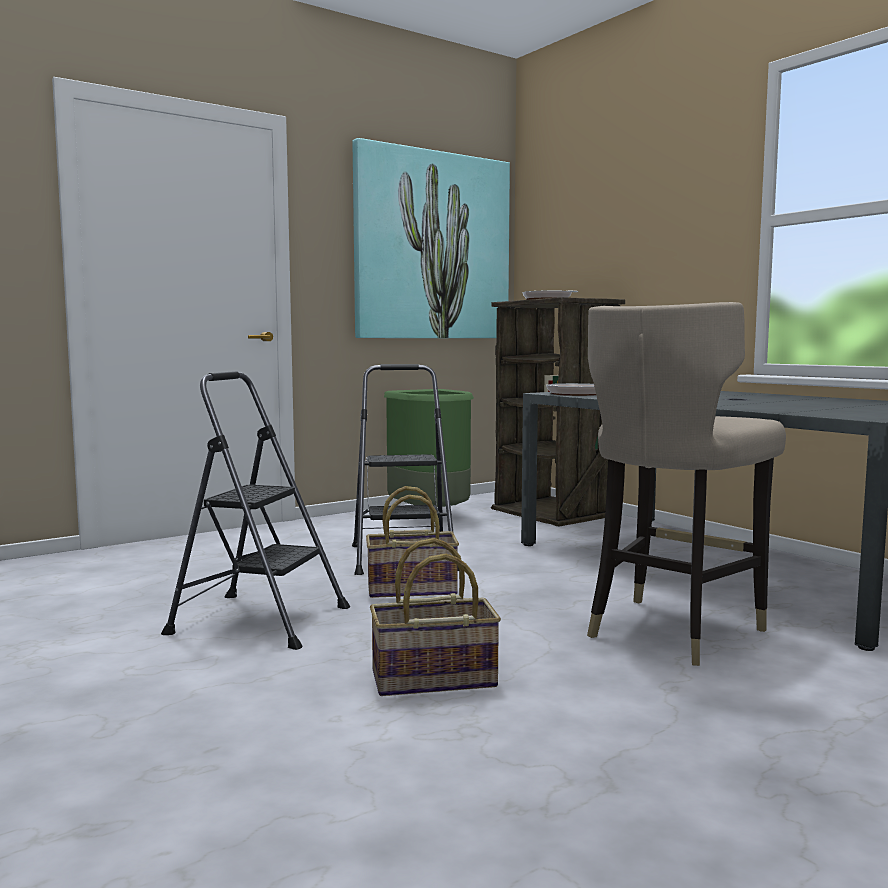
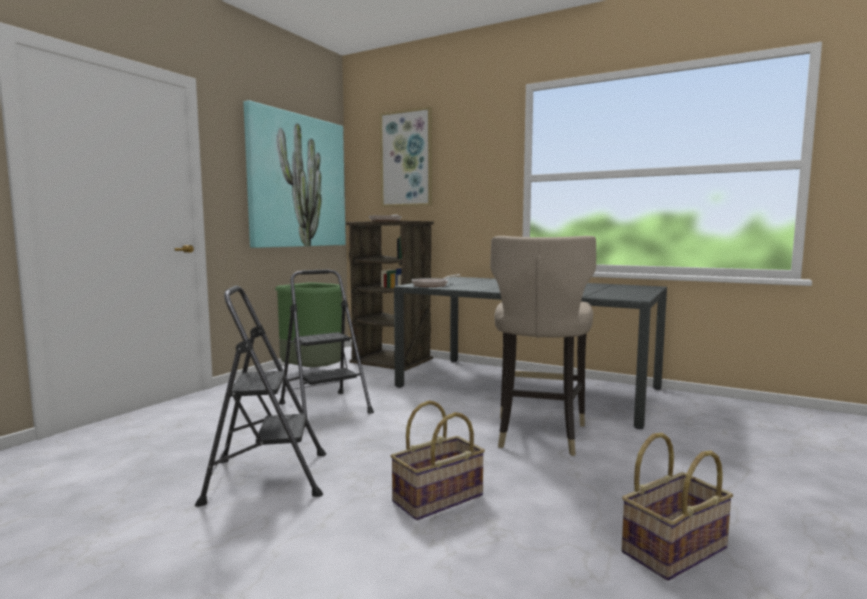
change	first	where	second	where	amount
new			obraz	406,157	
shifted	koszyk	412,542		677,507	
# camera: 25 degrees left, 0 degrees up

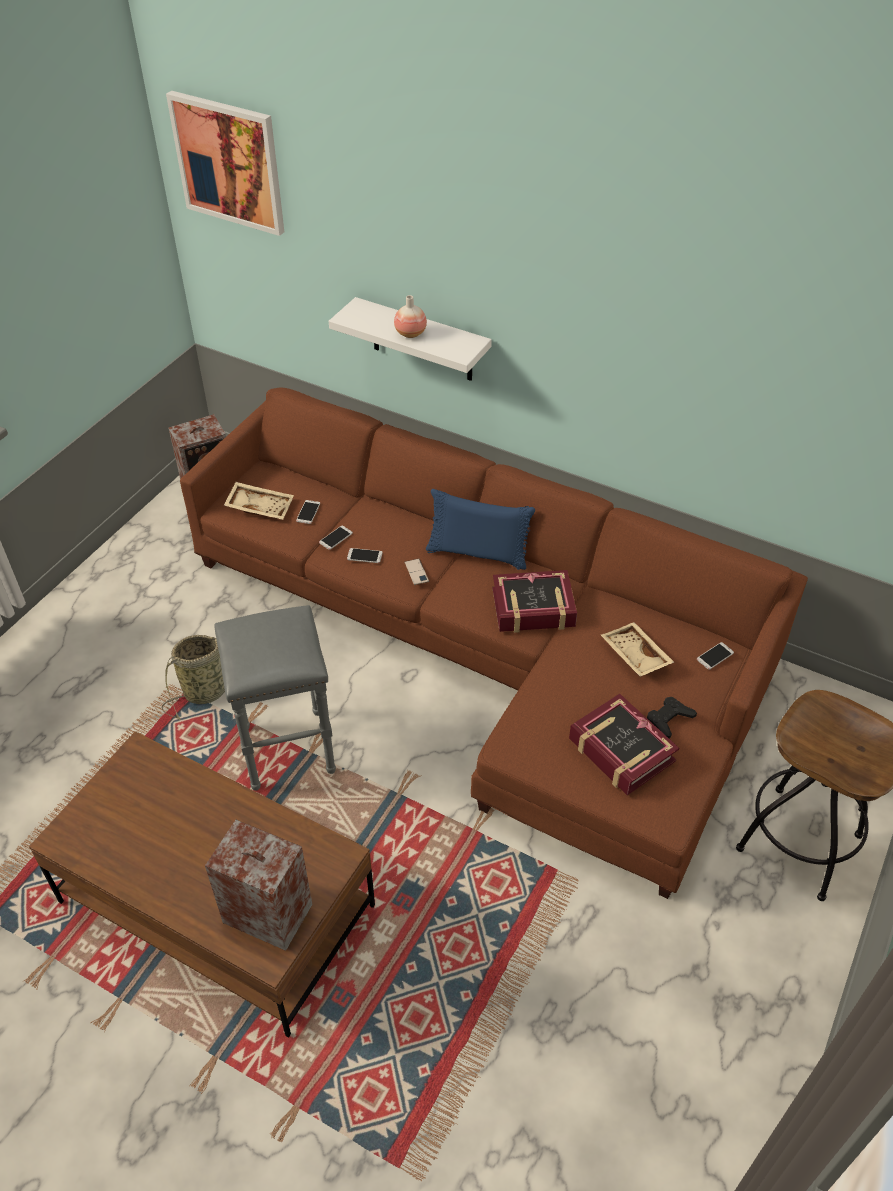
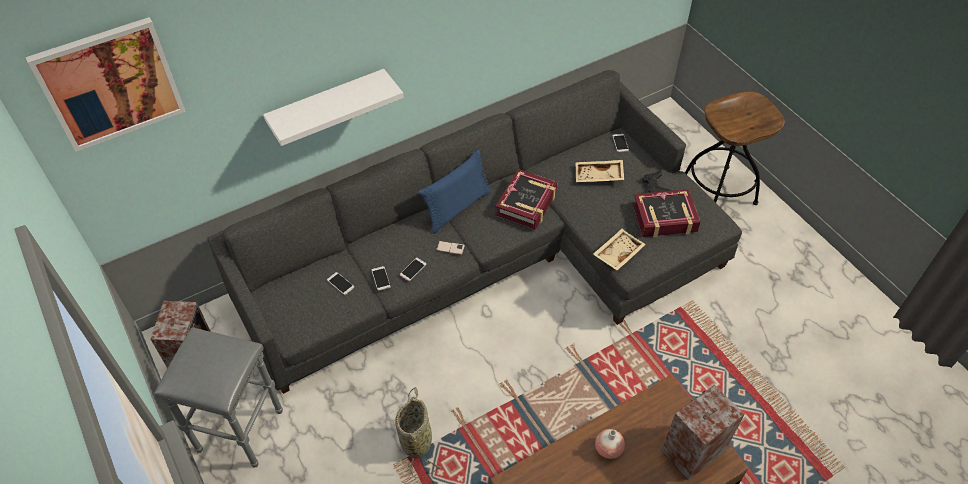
change	first	where	second	where	amount
shifted	stołek [szary]	275,698		218,397	
shifted	taca [beżowy]	259,501		619,249	
shifted	wazon	410,316		610,444	
repainted	kanapa [brązowy]	494,643	kanapa [szary]	474,232	
# camera: 60 degrees left, 5 degrees up

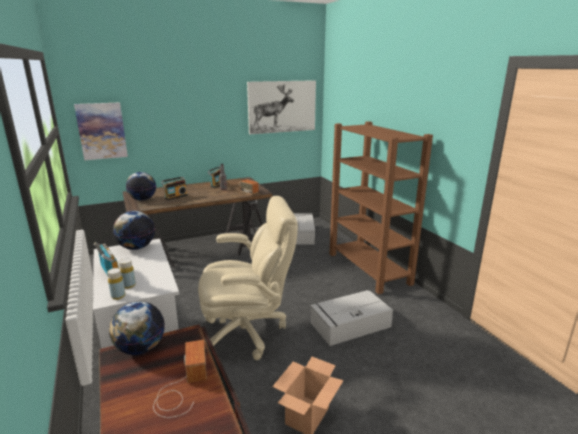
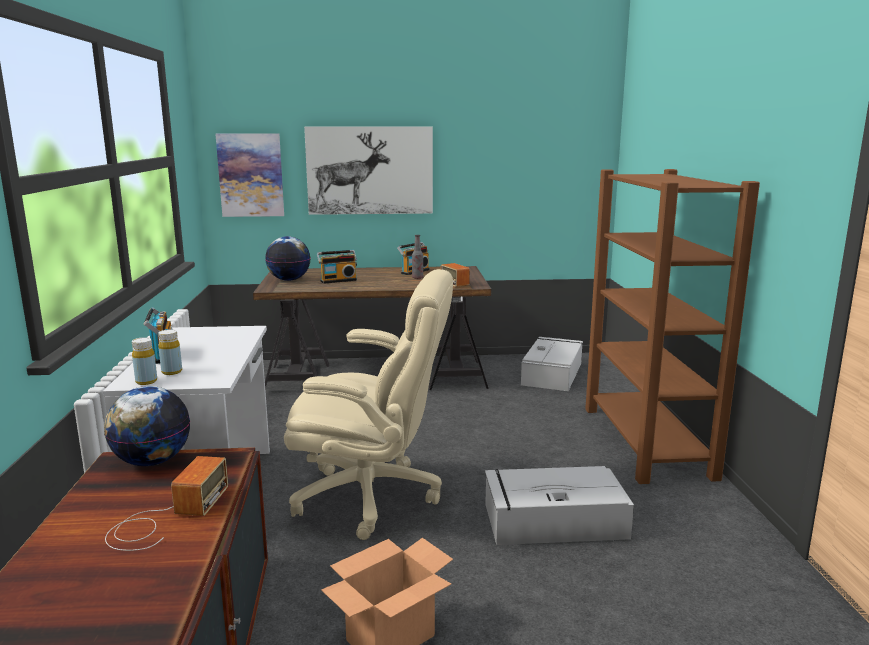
change	first	where	second	where	amount
gone	globus	134,230			
shifted	obraz	281,107		368,171	
# camera: 20 degrees right, 5 degrees down

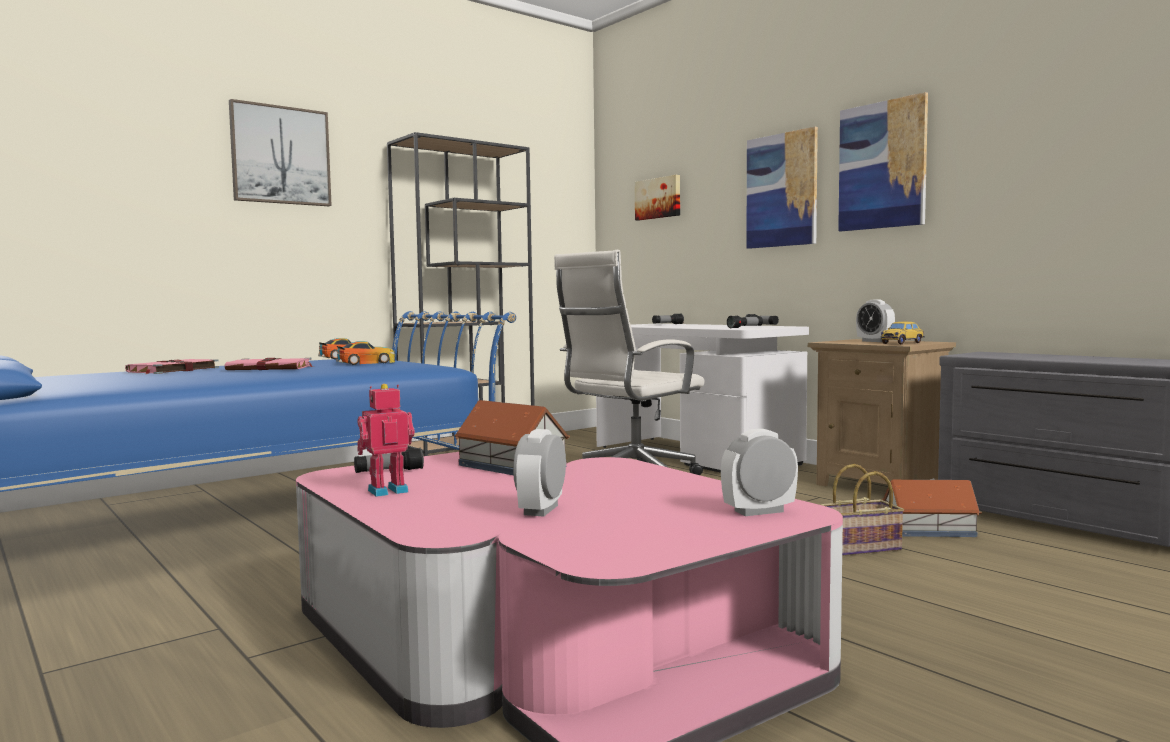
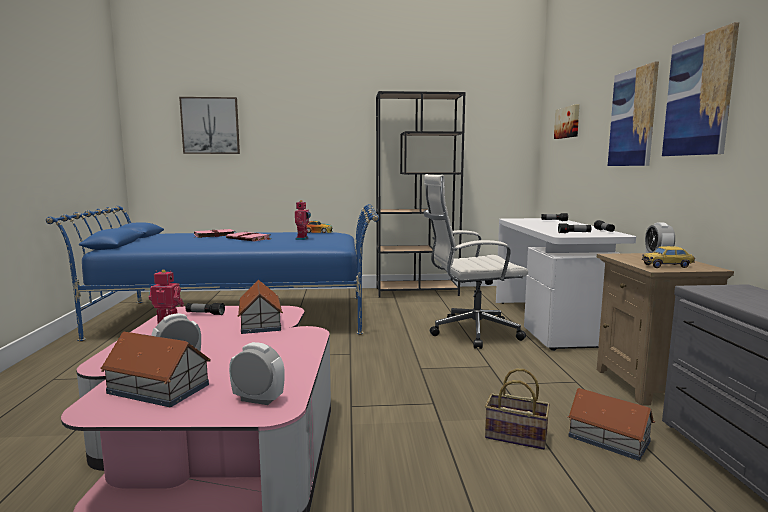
change	first	where	second	where	amount
new			domek	155,369	
shifted	obraz	280,152		209,125	
swapped	samochodzik	365,353	robot zabawkowy	303,220	
# camera: 35 degrees right, 5 degrees up

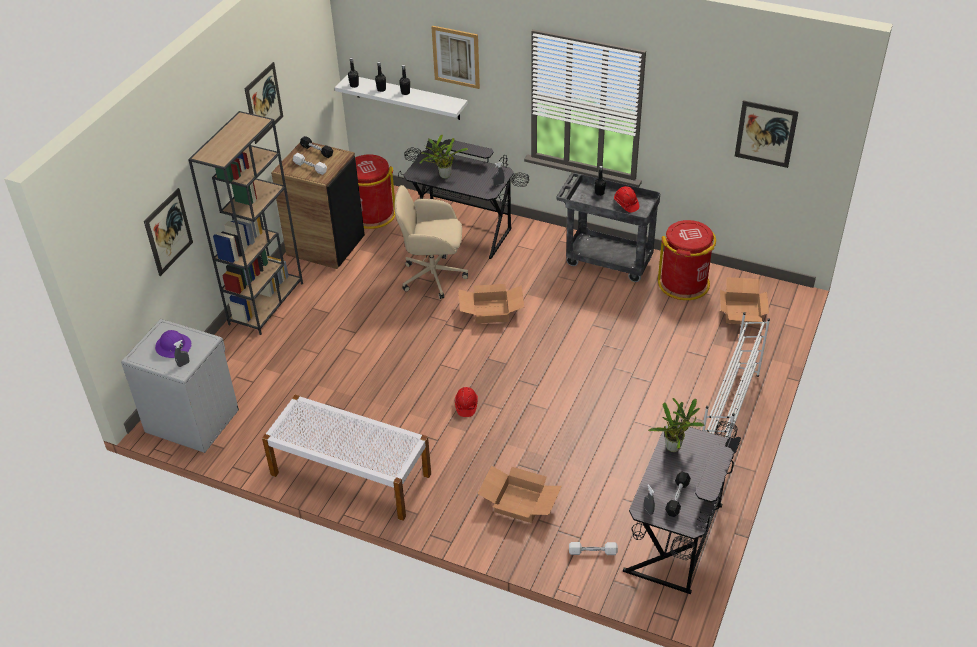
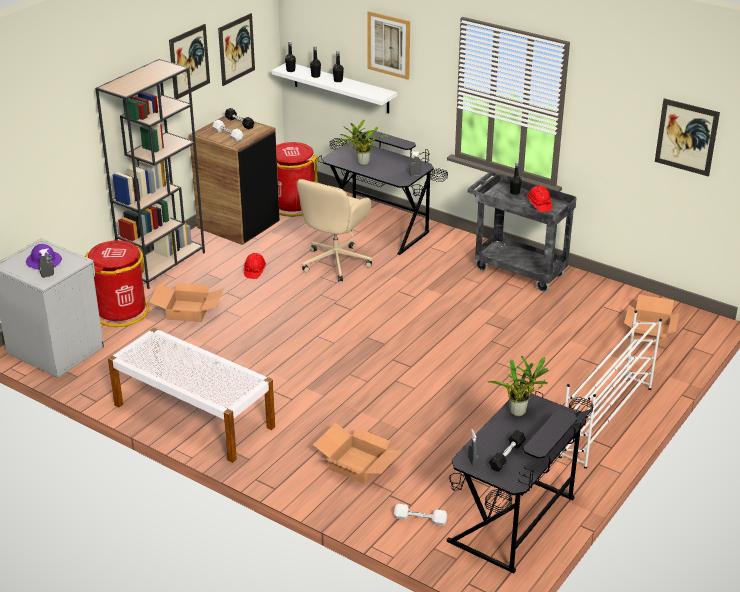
change	first	where	second	where	amount
shifted	obraz	168,232		236,49	
shifted	kask [czerwony]	466,402		255,266	
shifted	karton	491,304		186,302	
shifted	kosz na śmieci [czerwony]	687,260		117,283	
rotated	krzesło biurowe [beżowy]	431,242		334,230	75 degrees counterclockwise
# camera: 10 degrees right, 10 degrees down

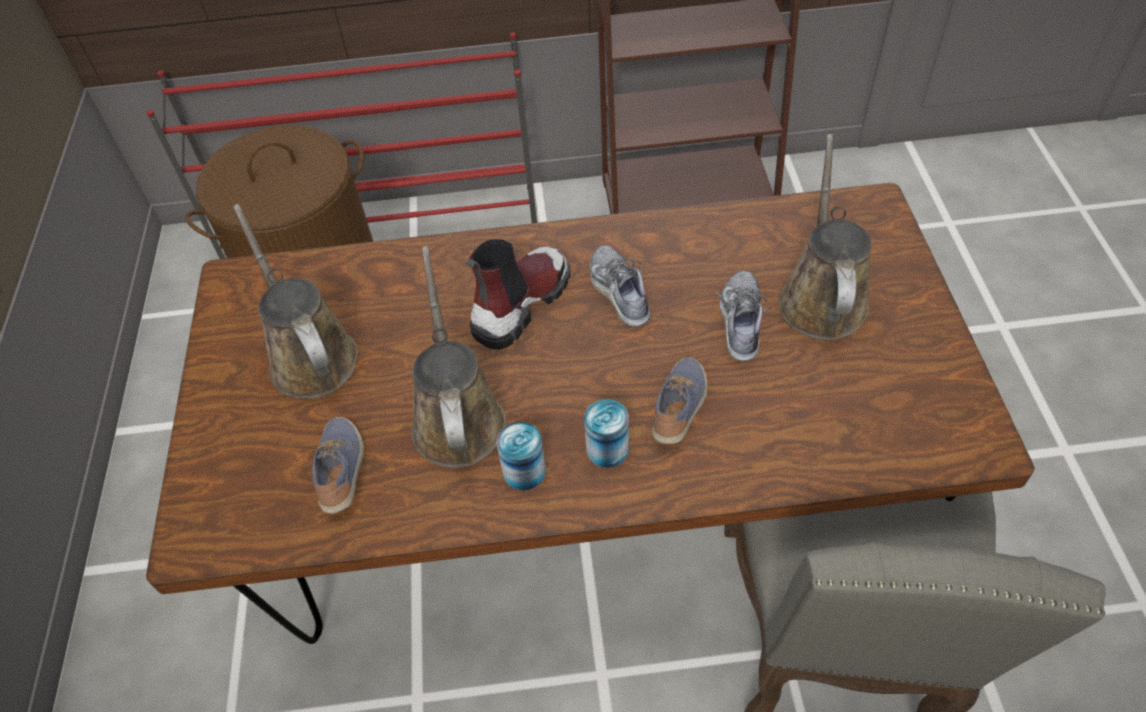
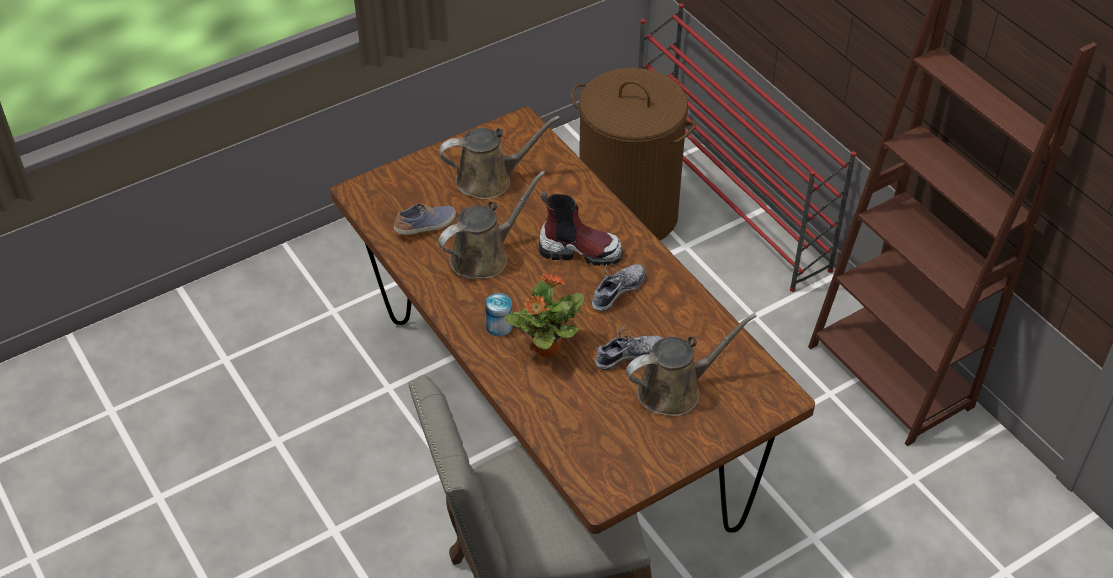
change	first	where	second	where	amount
gone	puszka	521,456			
swapped	but	679,401	roślina doniczkowa	544,315	
rotated	konewka [brązowy]	295,301		500,158	45 degrees clockwise
# camera: 60 degrees right, 5 degrees down

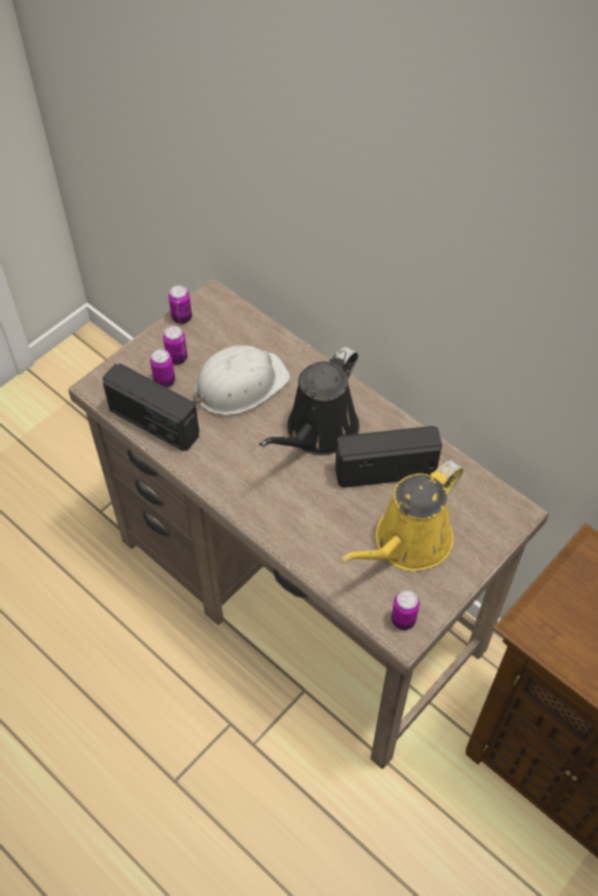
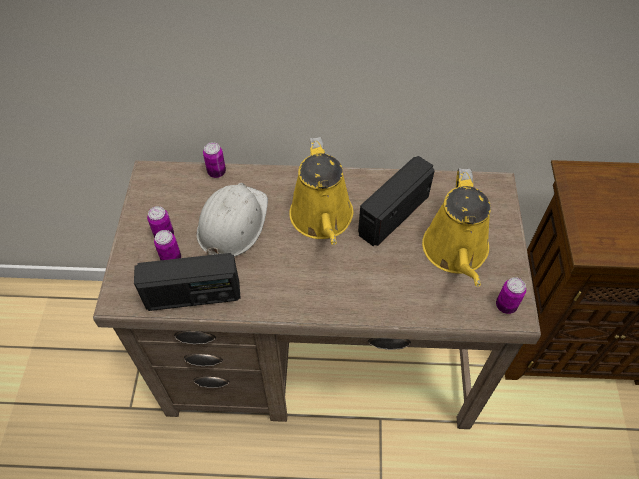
change	first	where	second	where	amount
shifted	puszka	180,304		214,160	
repainted	konewka [czarny]	309,401	konewka [żółty]	321,191	
# camera: 40 degrees left, 0 degrees up

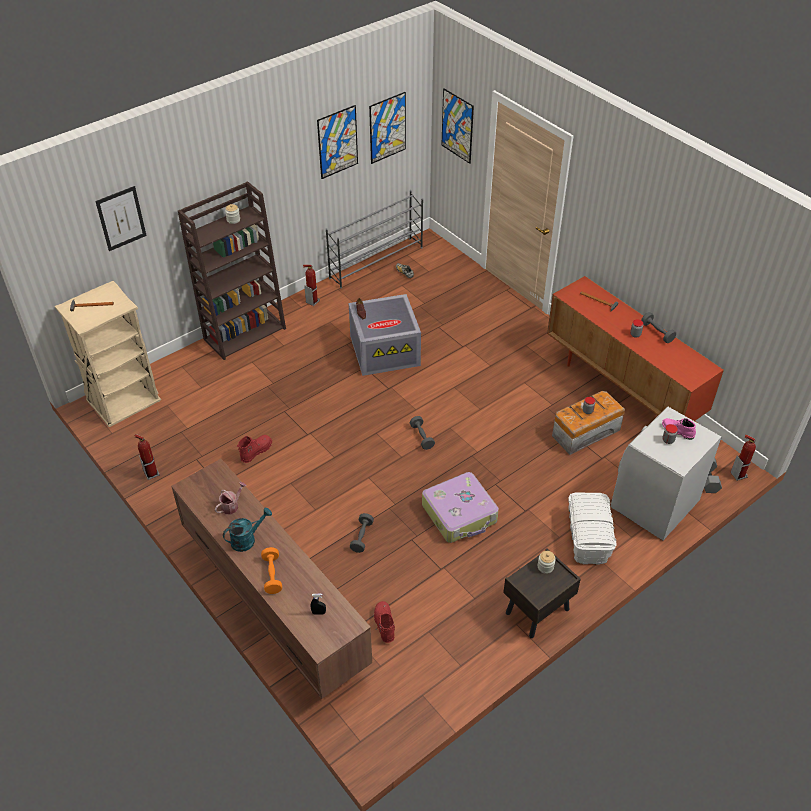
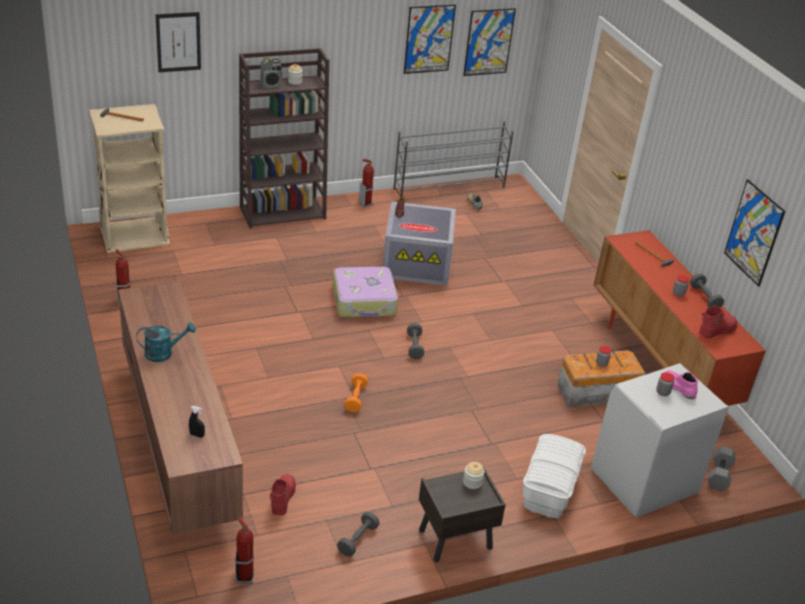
change	first	where	second	where	amount
gone	konewka	230,498			
new			radio	271,72	
shifted	but z cholewką [czerwony]	254,449		718,322	
shifted	hantel [pomarańczowy]	271,570		356,392	
shifted	hantel [szary]	362,533		358,534	
shifted	walizka	460,507		365,292	
shifted	obraz	457,126		754,233	
shifted	gaśnica	743,458		245,550	
# camera: 15 degrees right, 10 degrees down

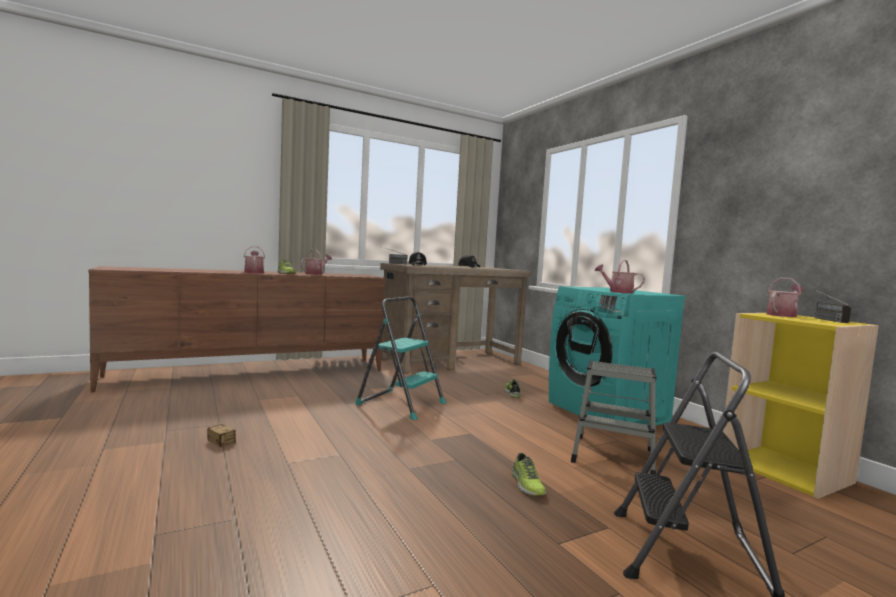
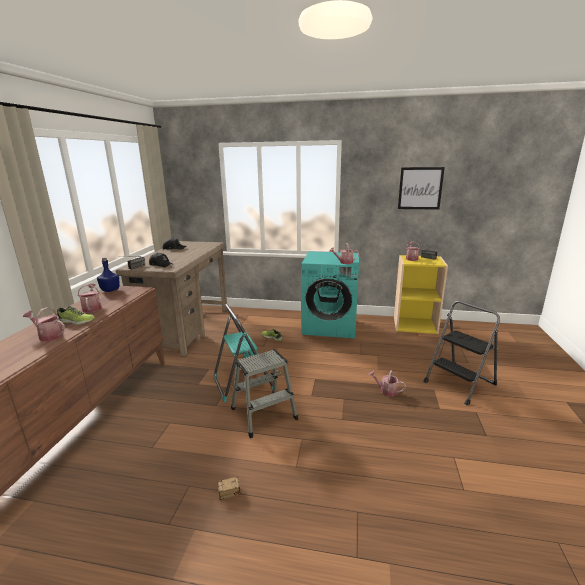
change	first	where	second	where	amount
new			butelka [niebieski]	108,274	
new			obraz	421,188	
shifted	drabinka [szary]	613,417		264,393	
swapped	but	529,474	konewka	387,383	
# camera: 50 degrees left, 15 degrees up

